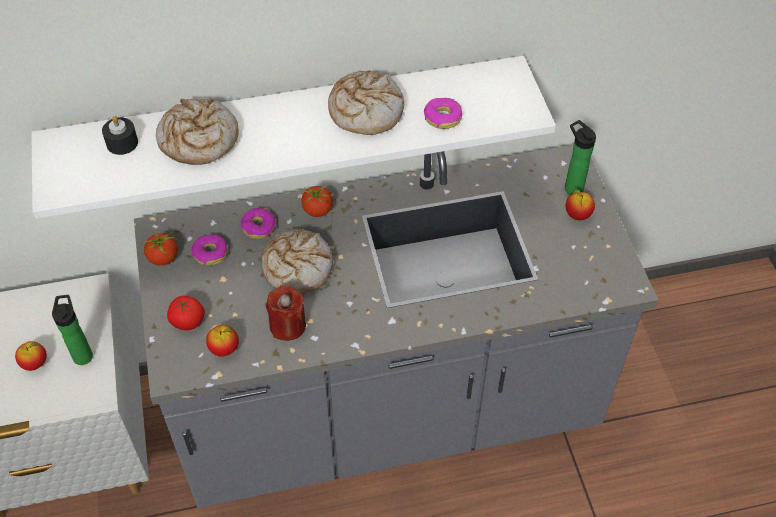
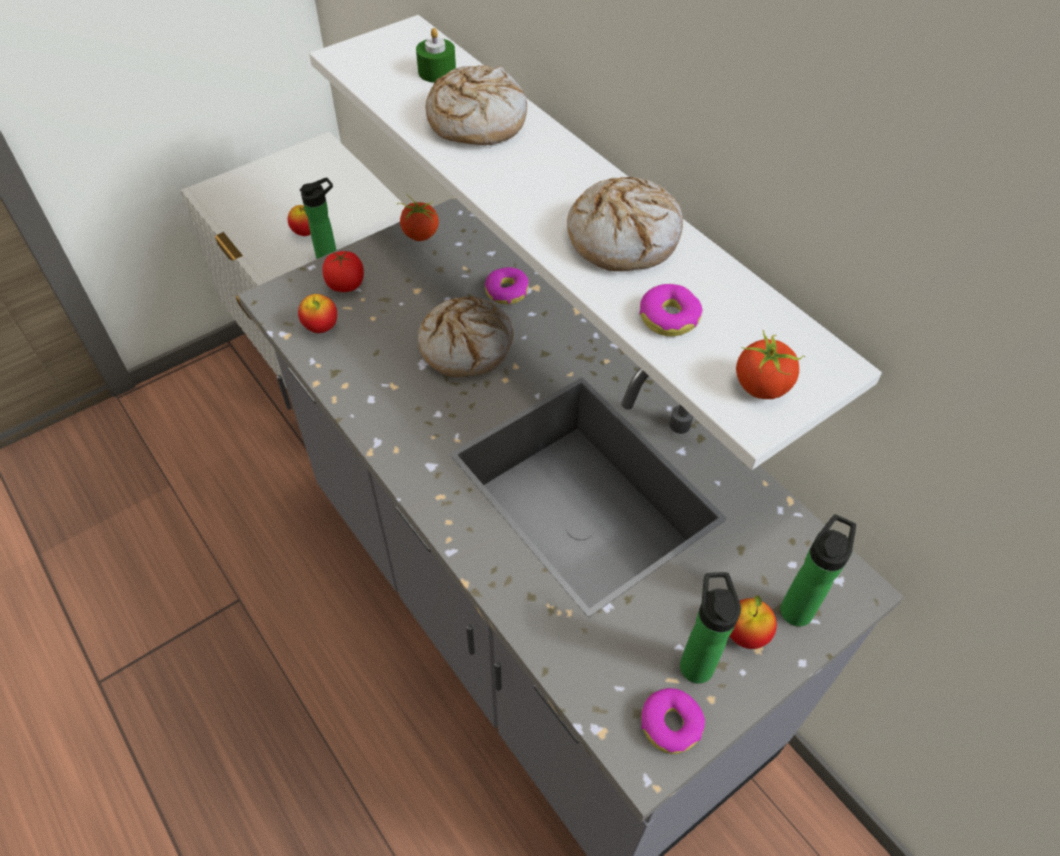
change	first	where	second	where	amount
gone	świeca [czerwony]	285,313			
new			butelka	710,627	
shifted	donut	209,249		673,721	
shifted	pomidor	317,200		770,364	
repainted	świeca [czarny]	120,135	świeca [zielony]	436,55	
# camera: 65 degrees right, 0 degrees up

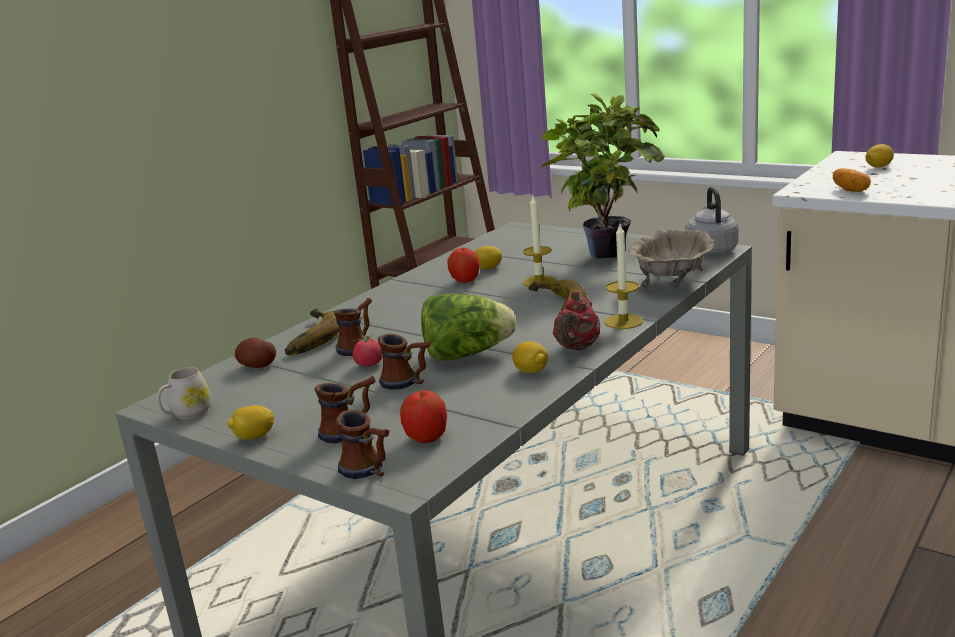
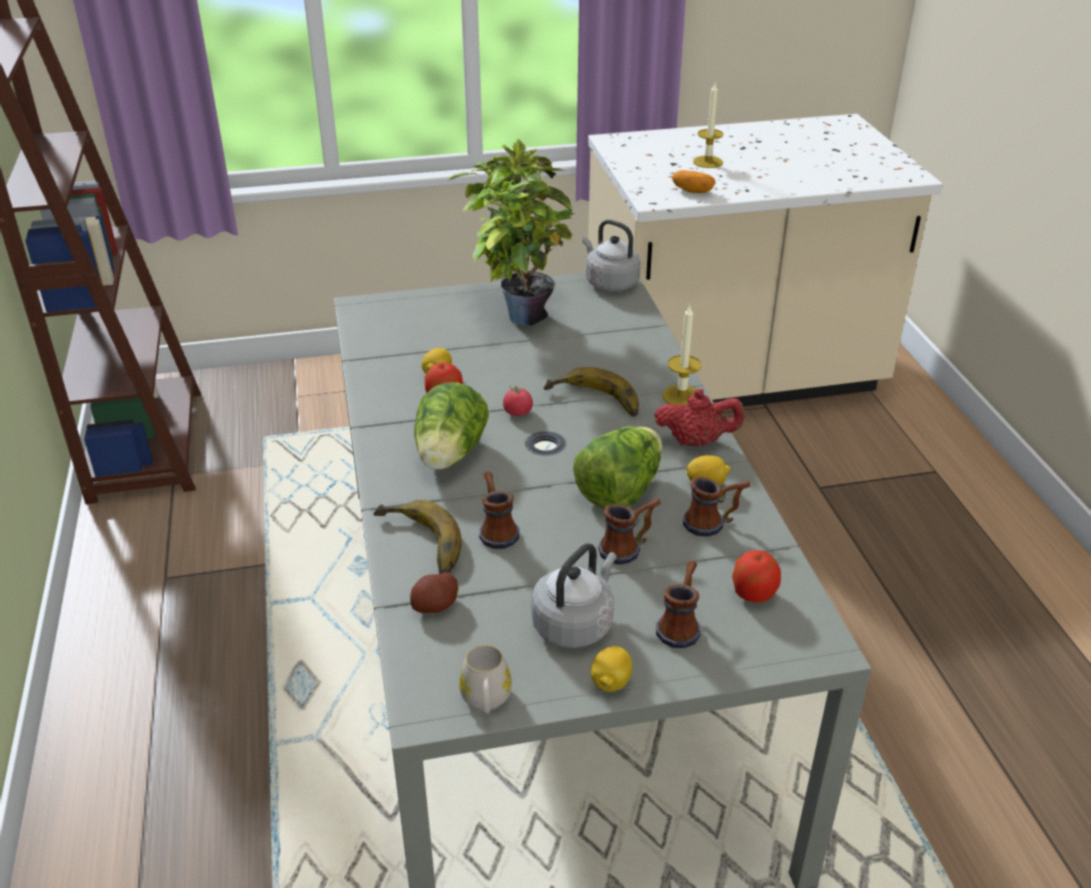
change	first	where	second	where	amount
gone	miska [beżowy]	671,259			
gone	cytryna	879,155			
new			sałata	451,426	
new			czajnik [szary]	574,595	
shifted	kubek	362,444		716,506	
shifted	pomidor	367,350		518,399	
shifted	świeca	539,241		708,125	
rotated	imbryk [czerwony]	576,320		700,417	60 degrees counterclockwise
# camera: 50 degrees left, 15 degrees up

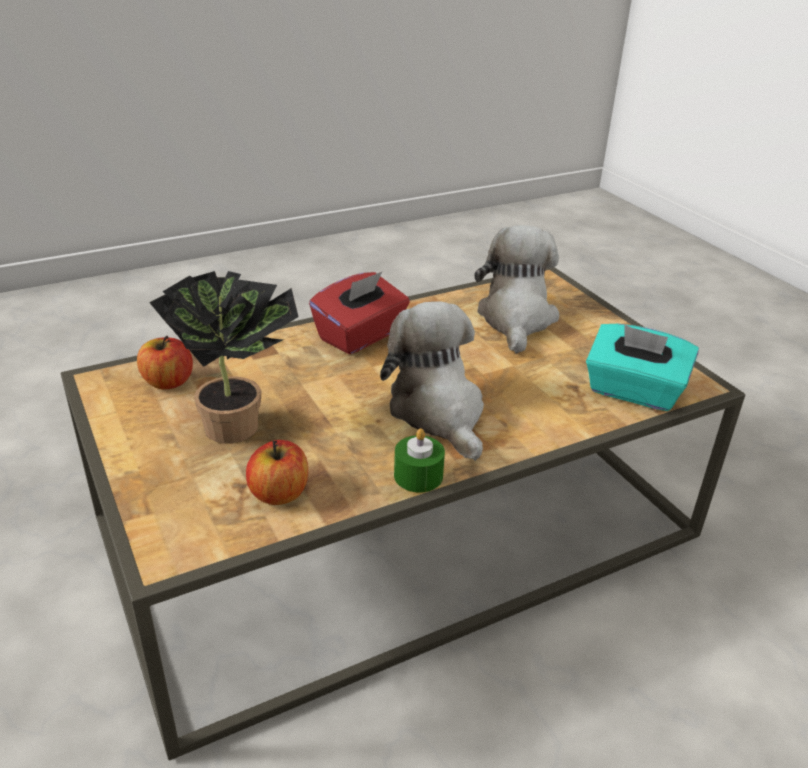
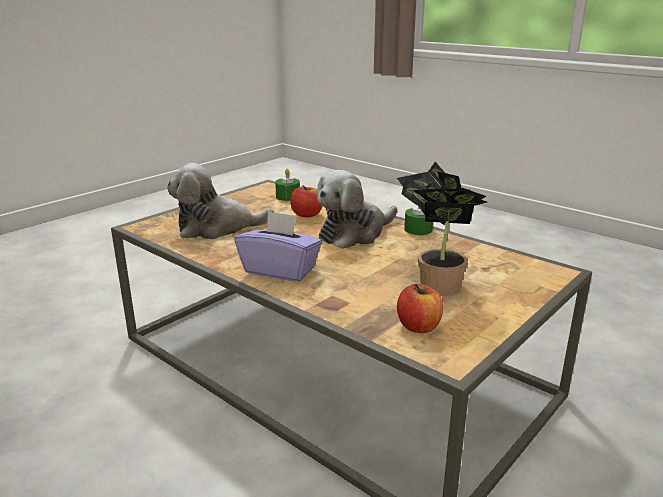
change	first	where	second	where	amount
shifted	jabłko	277,472		306,201	
swapped	pudełko chusteczek [turkusowy]	642,367	świeca [zielony]	287,185	
repainted	pudełko chusteczek [czerwony]	359,312	pudełko chusteczek [fioletowy]	278,246	
# camera: 110 degrees left, 10 degrees down

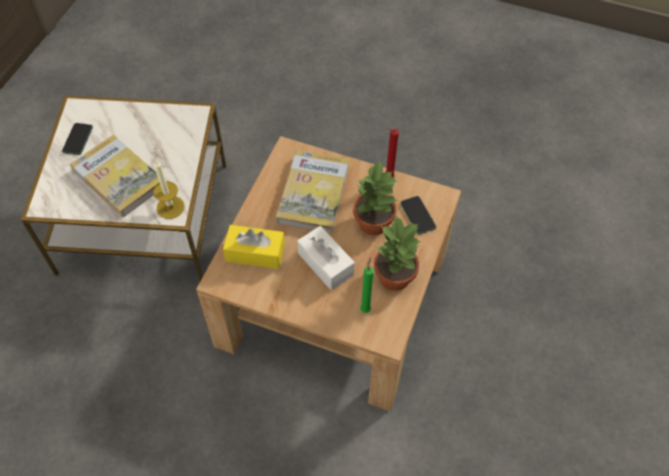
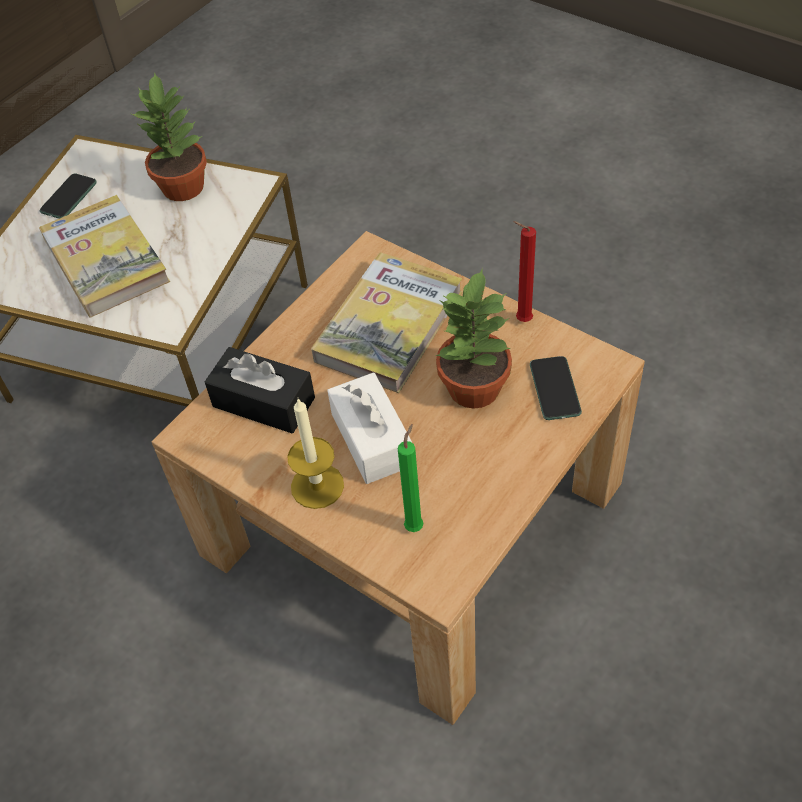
change	first	where	second	where	amount
shifted	świeca	169,190		315,454	
shifted	roślina doniczkowa	397,253		169,136	
repainted	pudełko chusteczek [żółty]	254,247	pudełko chusteczek [czarny]	260,390	
# camera: 20 degrees right, 5 degrees down

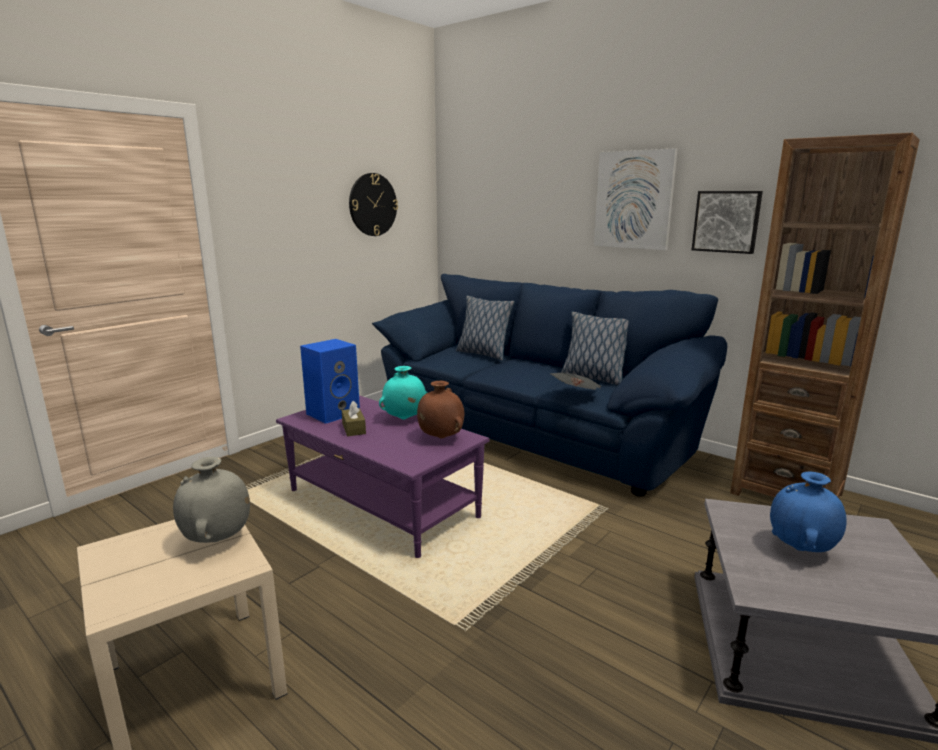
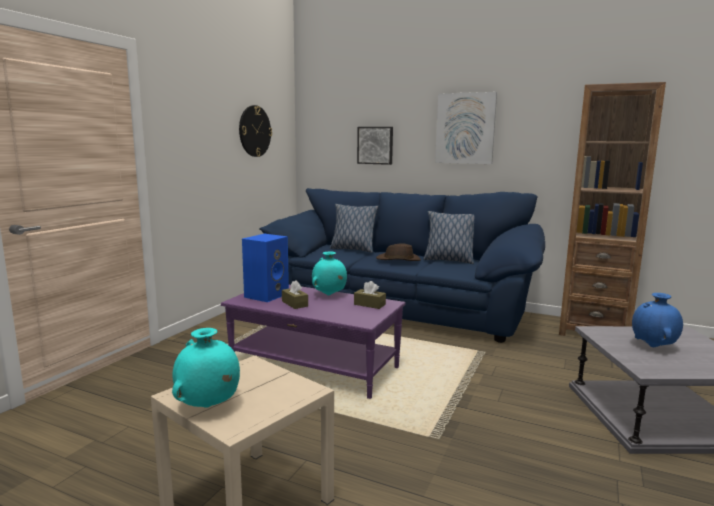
change	first	where	second	where	amount
gone	wazon [szary]	211,500			
gone	gazeta	575,381			
new			wazon [turkusowy]	206,368	
new			kapelusz [brązowy]	398,252	
shifted	obraz	727,222		375,146	
swapped	wazon [brązowy]	440,410	pudełko chusteczek [brązowy]	370,295	
# camera: 15 degrees left, 5 degrees down

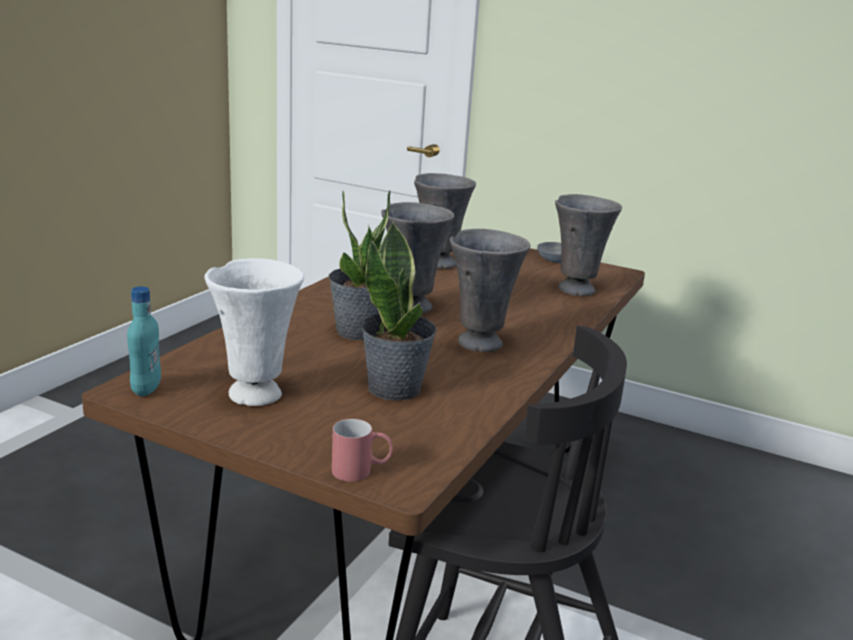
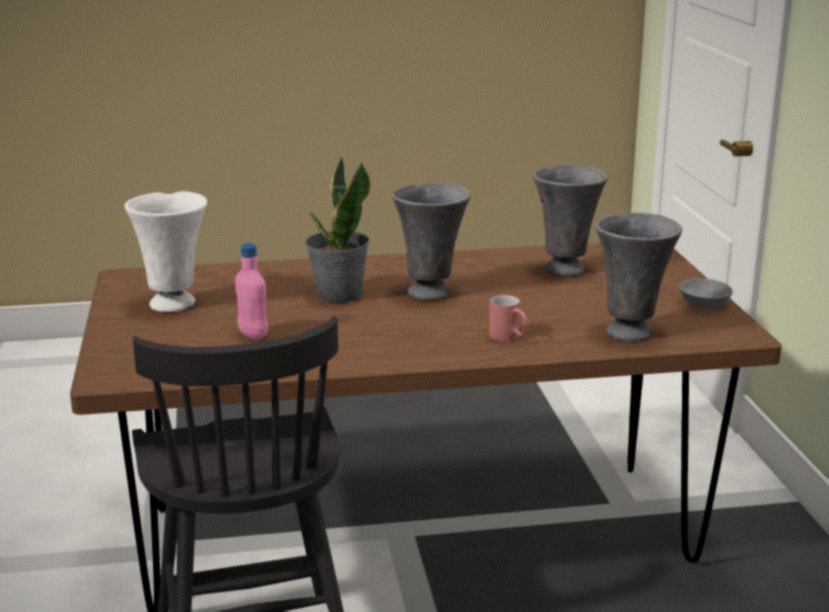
change	first	where	second	where	amount
gone	butelka [turkusowy]	144,341			
gone	wazon [szary]	490,290			
shifted	kubek [czerwony]	362,450		509,318	
swapped	roślina doniczkowa	399,311	butelka [różowy]	251,291	
# camera: 55 degrees right, 0 degrees up

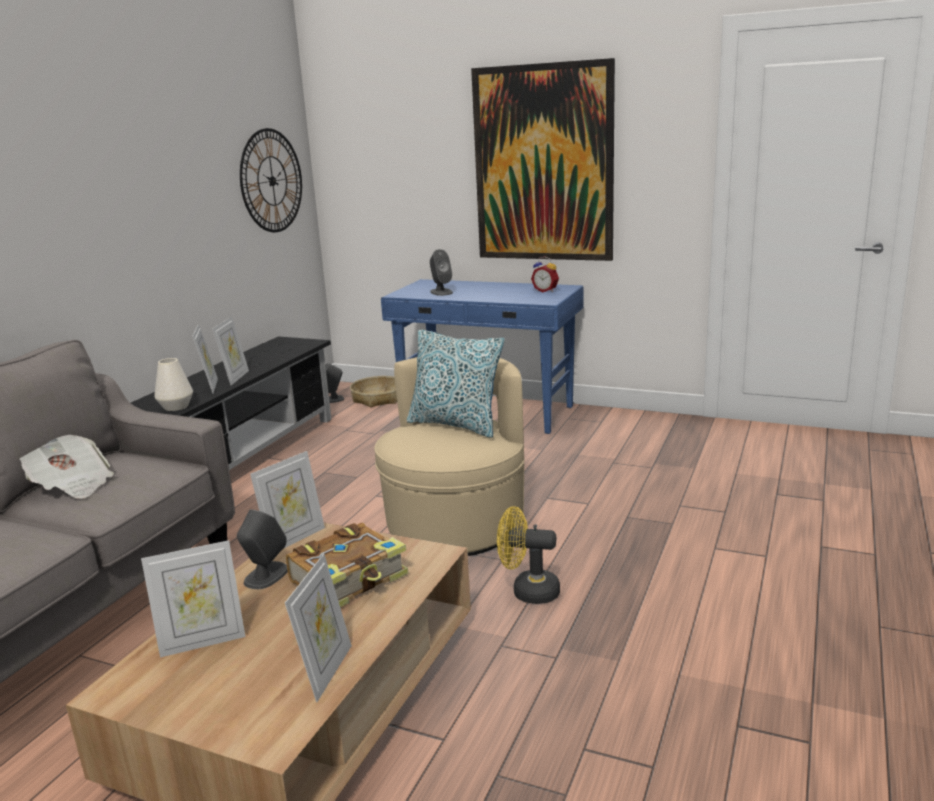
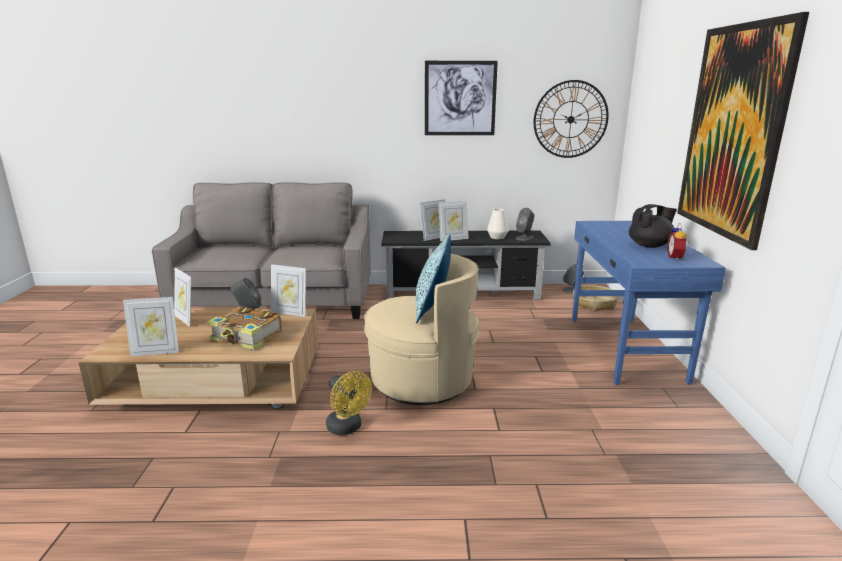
change	first	where	second	where	amount
gone	gazeta	67,467			
new			obraz	461,98	
new			imbryk [czarny]	653,226	
shifted	wazon [biały]	173,384		498,224	
shifted	głośnik [szary]	441,272		525,224	
rotated	wentylator [żółty]	528,555		349,403	150 degrees clockwise
# camera: 65 degrees right, 0 degrees up

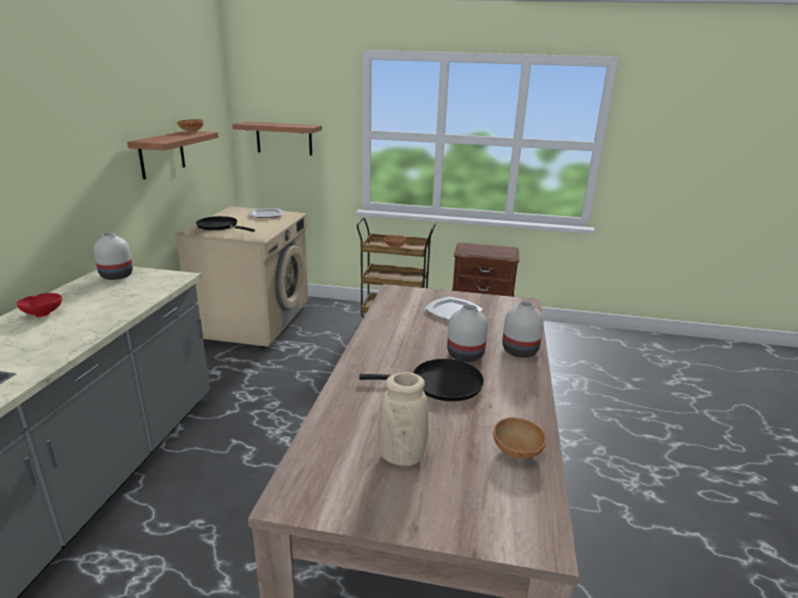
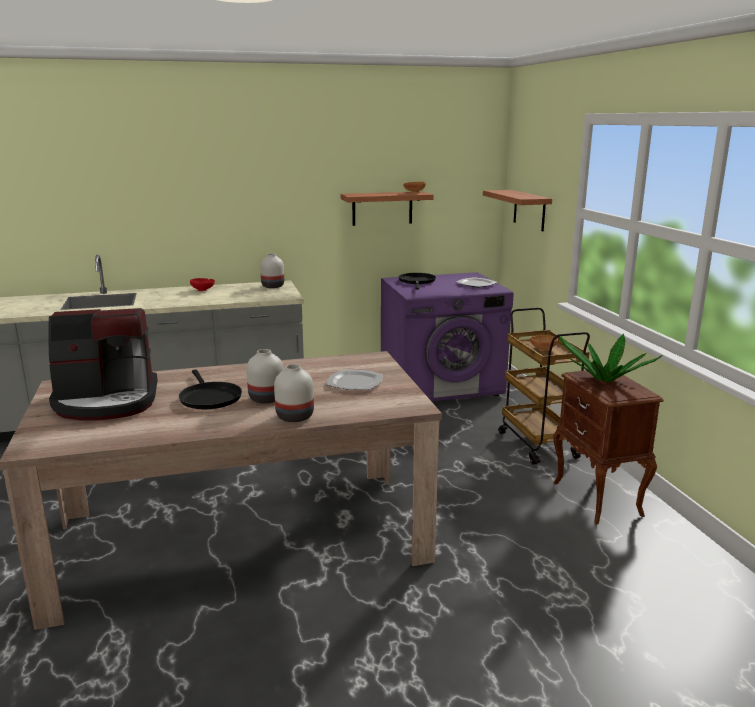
change	first	where	second	where	amount
gone	miska [brązowy]	519,438			
new			roślina doniczkowa	611,358	
swapped	wazon [beżowy]	403,419	ekspres do kawy	103,364	
repainted	pralka [beżowy]	242,277	pralka [fioletowy]	447,336	
# camera: 65 degrees right, 5 degrees down

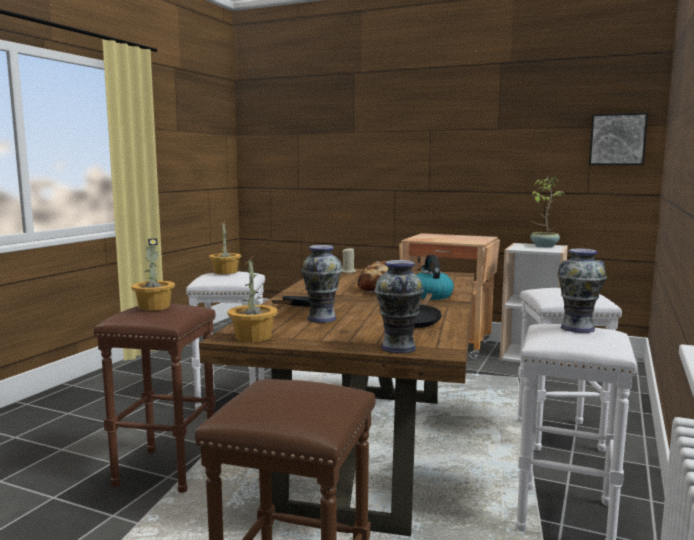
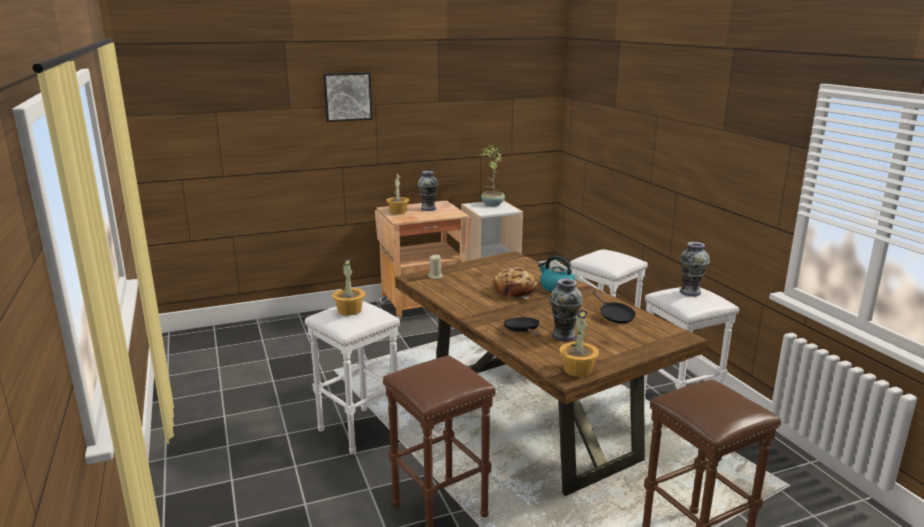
change	first	where	second	where	amount
shifted	roślina doniczkowa	153,274		397,194	
shifted	wazon	399,307		428,191	
shifted	obraz	618,138		347,97	
# camera: 45 degrees left, 10 degrees up

